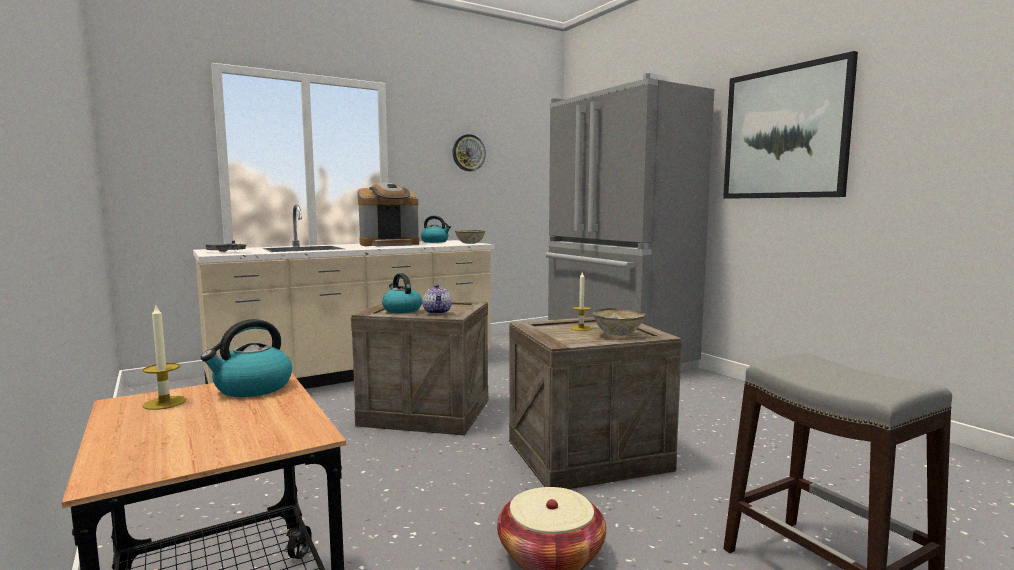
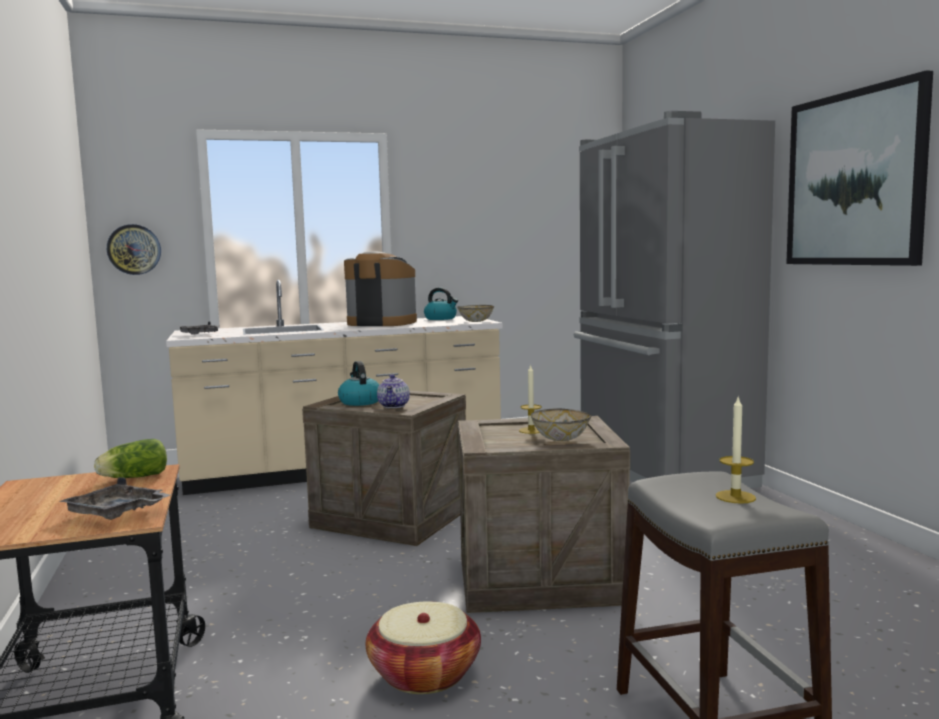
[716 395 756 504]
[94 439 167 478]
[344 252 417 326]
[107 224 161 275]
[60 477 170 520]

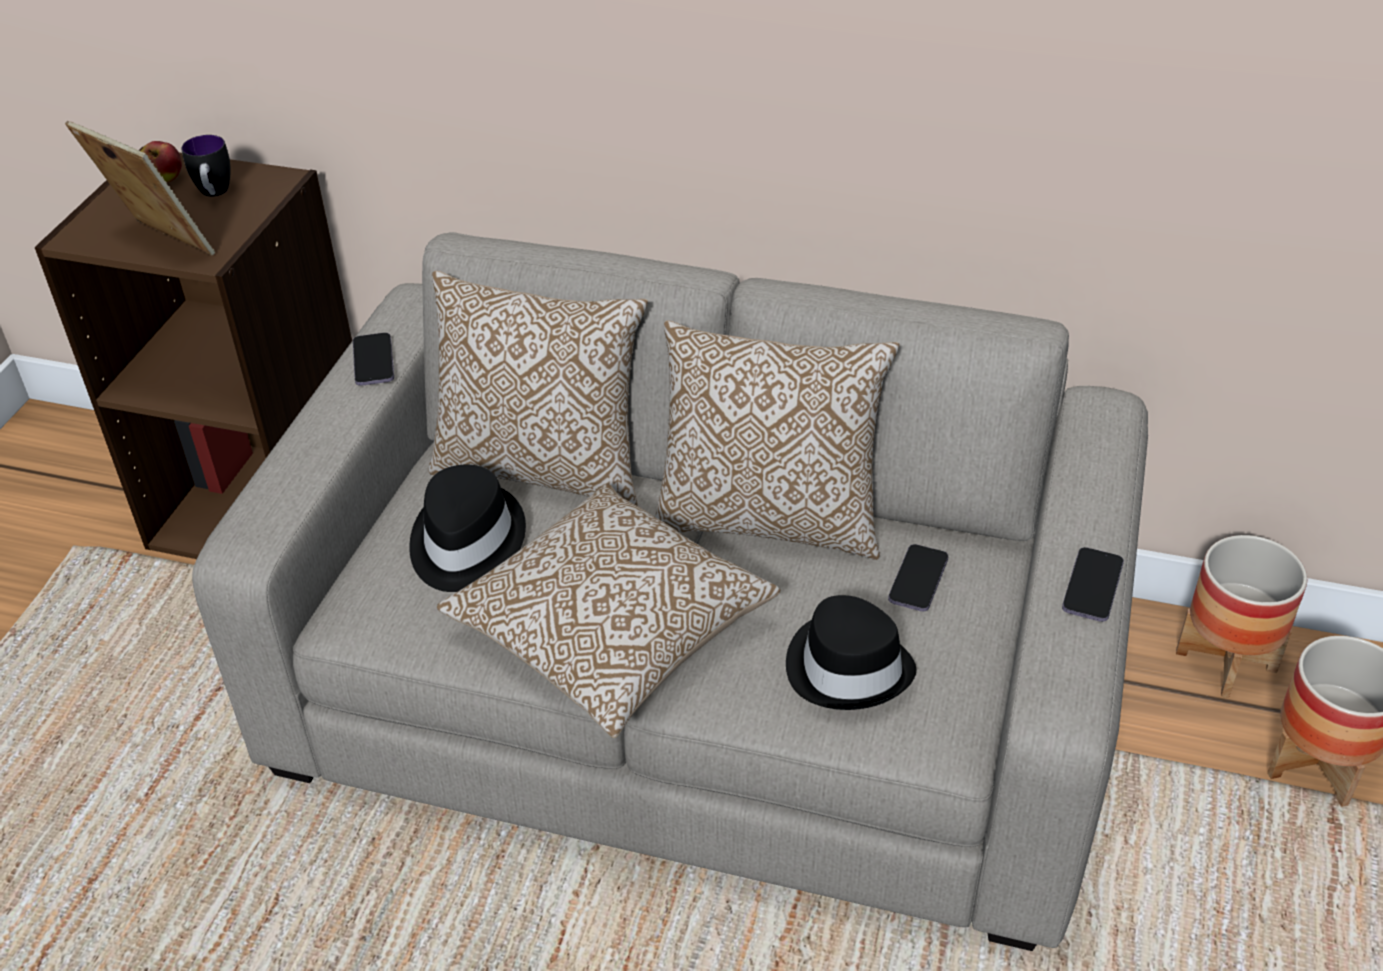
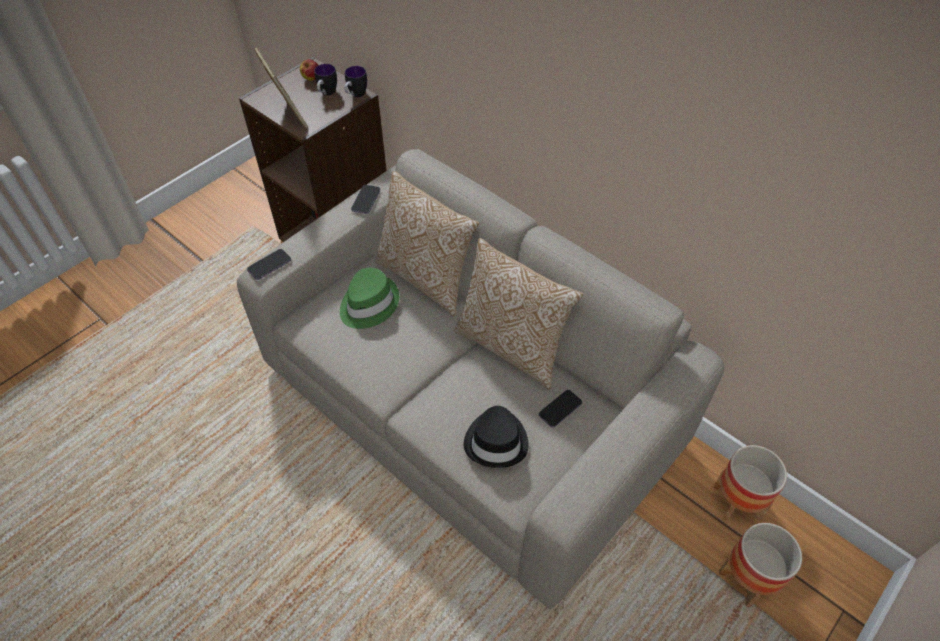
[340 268 399 329]
[437 483 780 738] (first image)
[247 249 291 280]
[344 66 367 97]

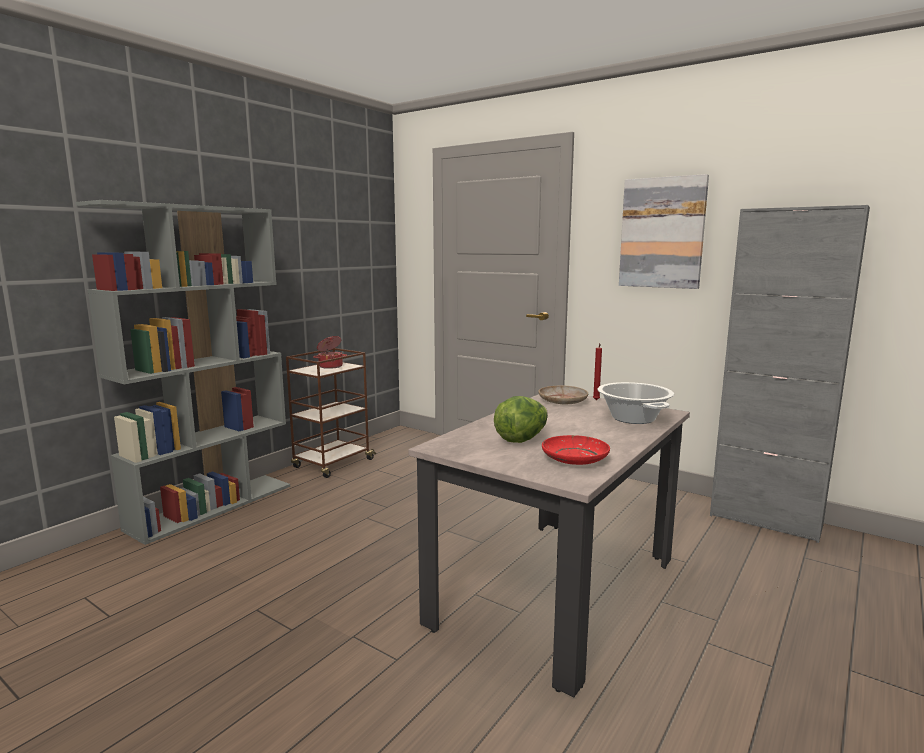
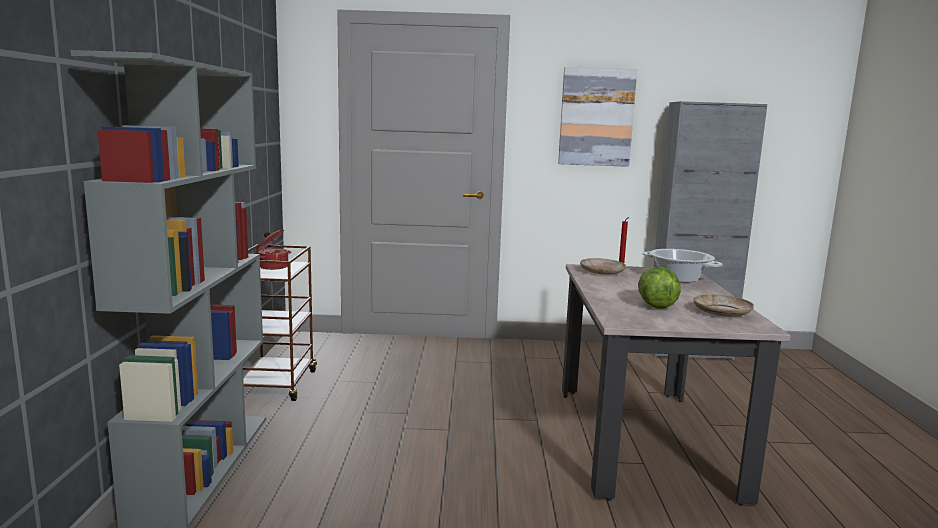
[693 294 754 317]

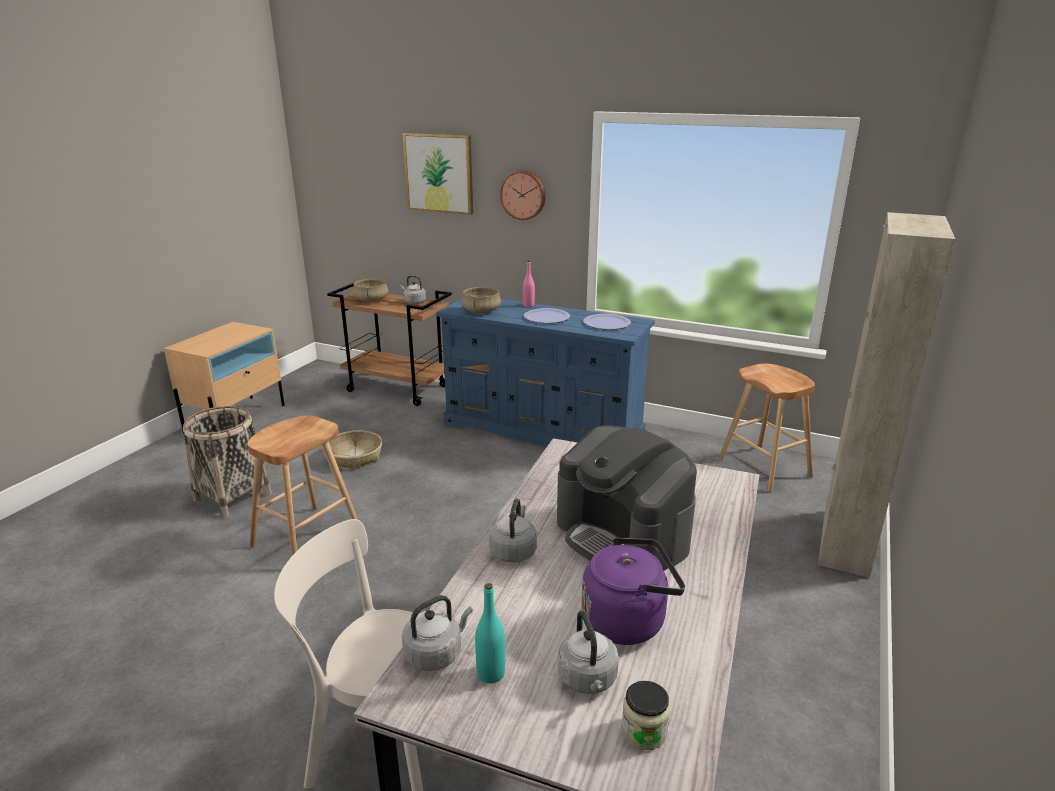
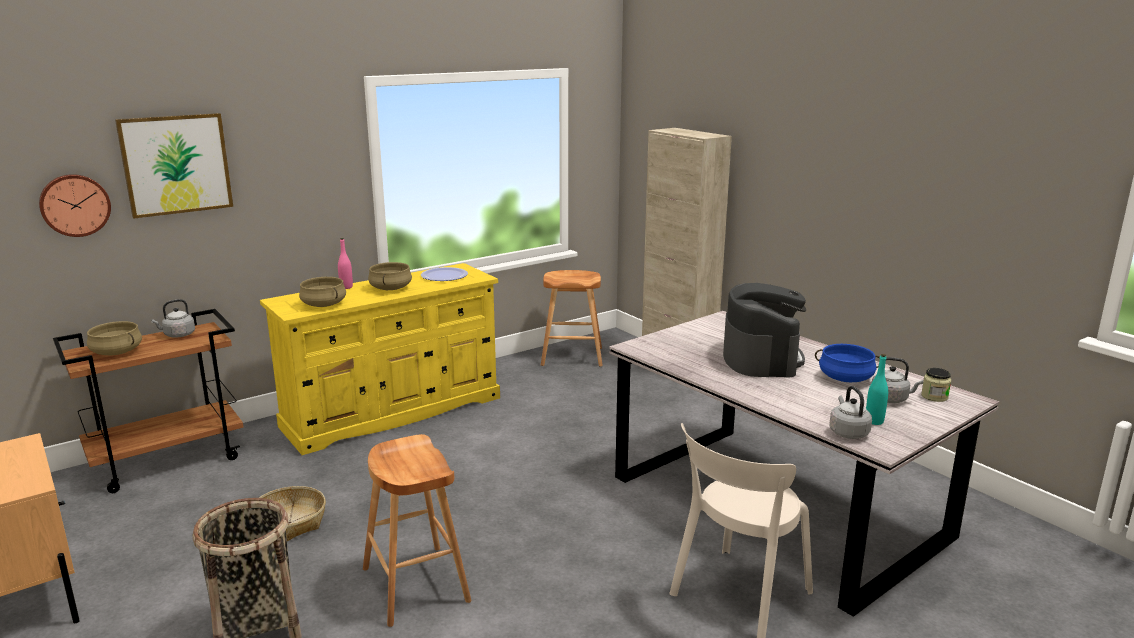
[260 263 500 455]
[489 498 537 563] (first image)
[39 174 111 237]
[368 262 412 290]
[723 283 806 378]
[815 344 880 382]

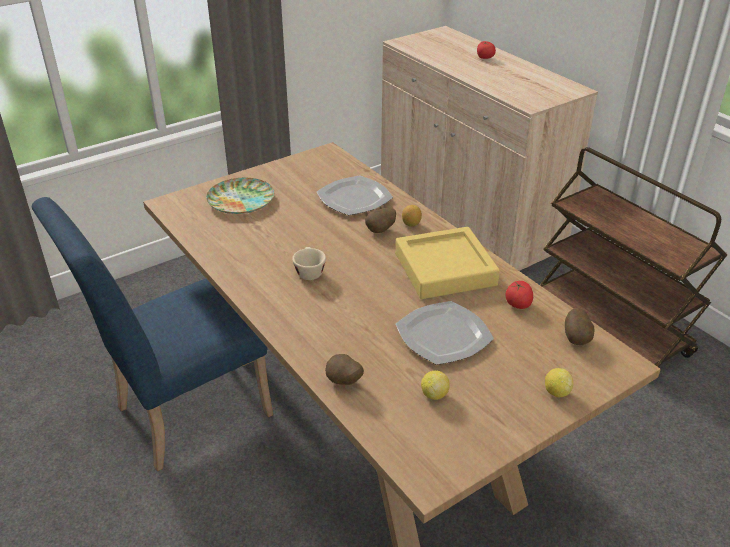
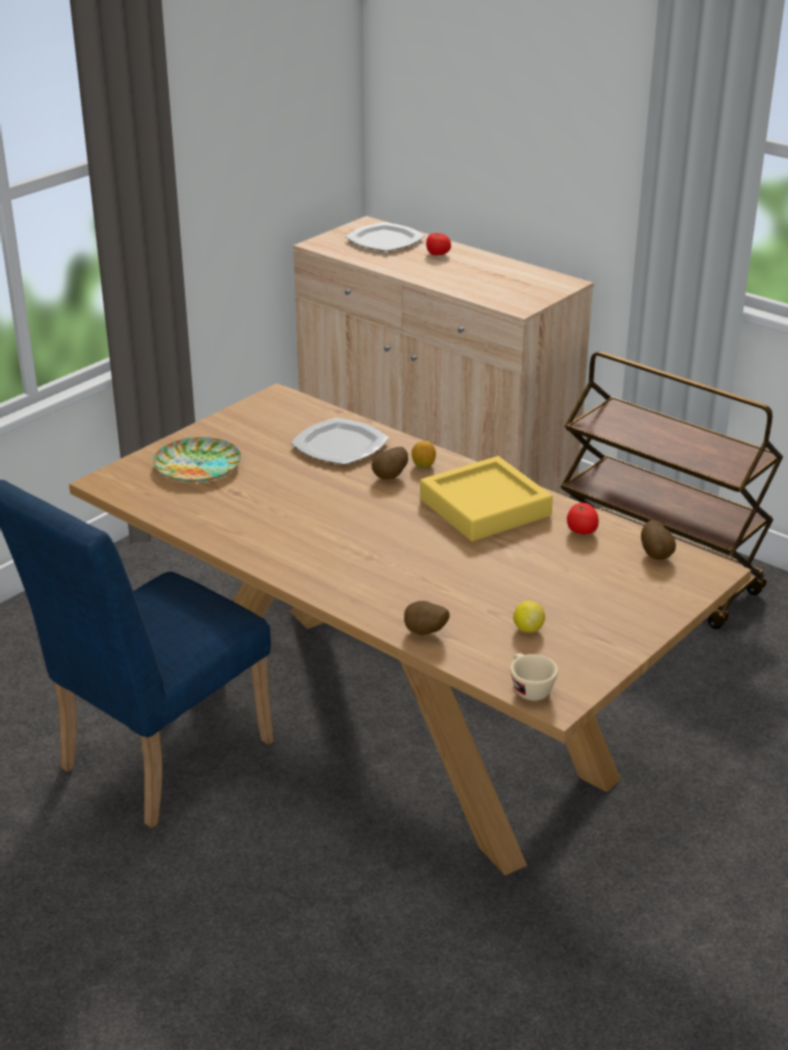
[510 653 558 701]
[345 222 424 251]
[545 368 574 397] (first image)

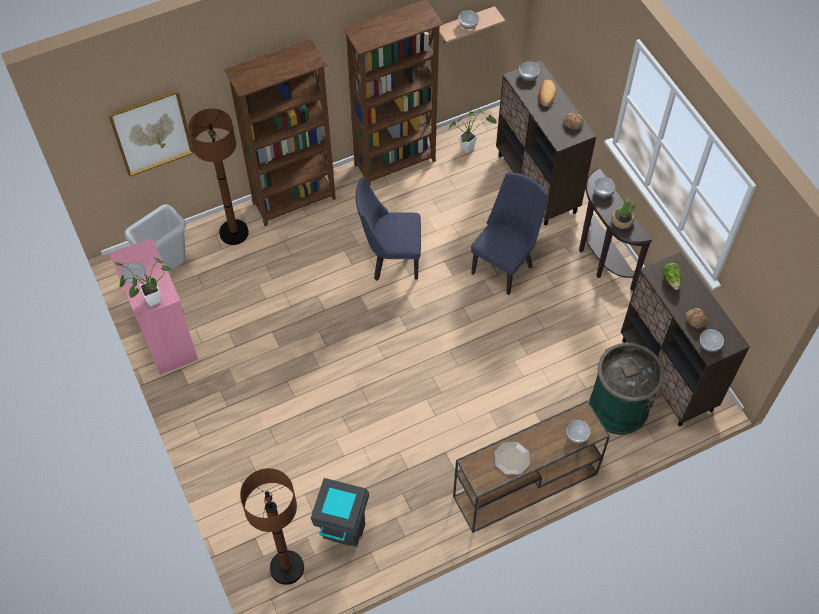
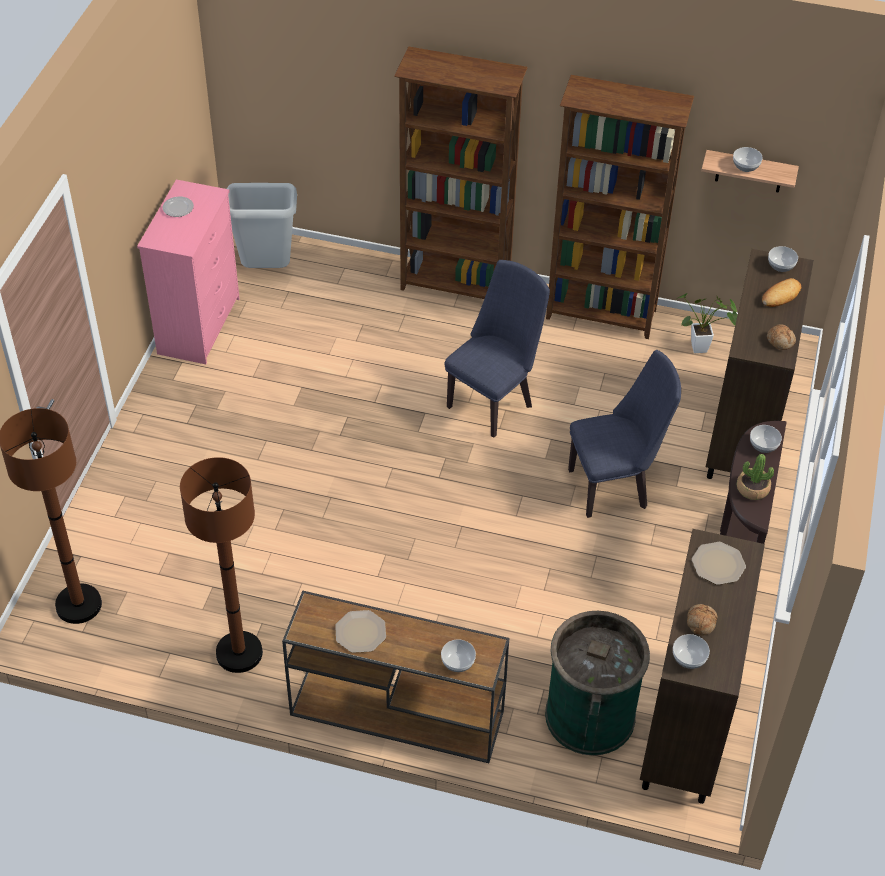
[108 89 194 177] (first image)
[115 258 172 306] (first image)
[180 457 263 673]
[311 478 369 547] (first image)
[445 260 550 438]
[692 542 746 585]

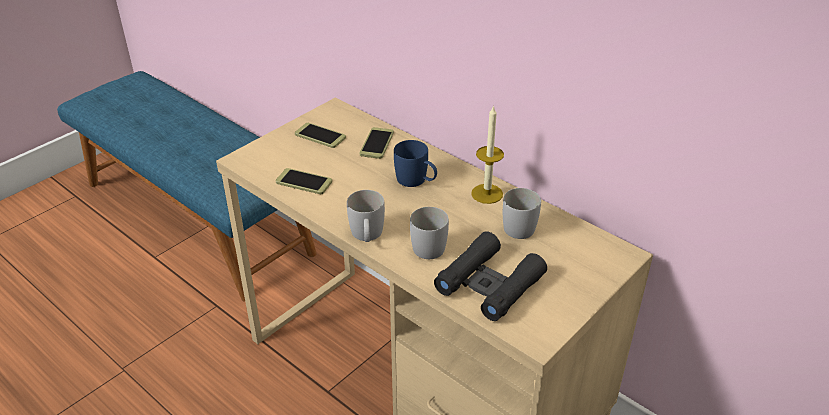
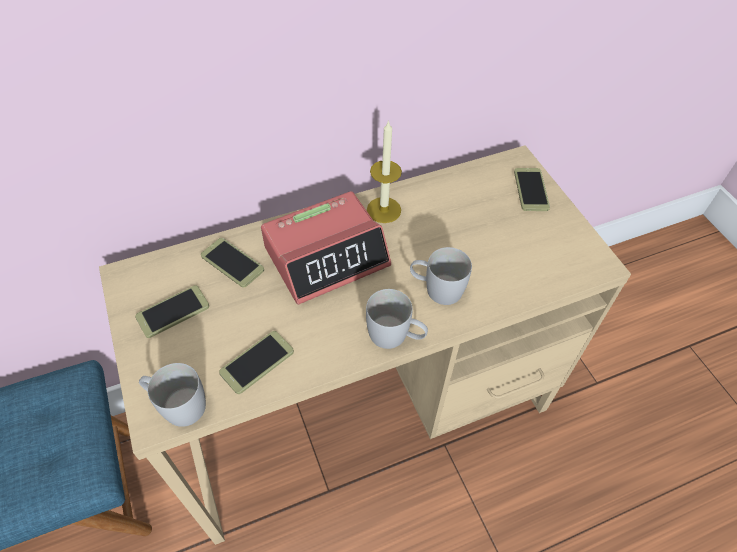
[261 191 391 305]
[434 231 547 321] (first image)
[139 363 206 427]
[514 168 550 211]

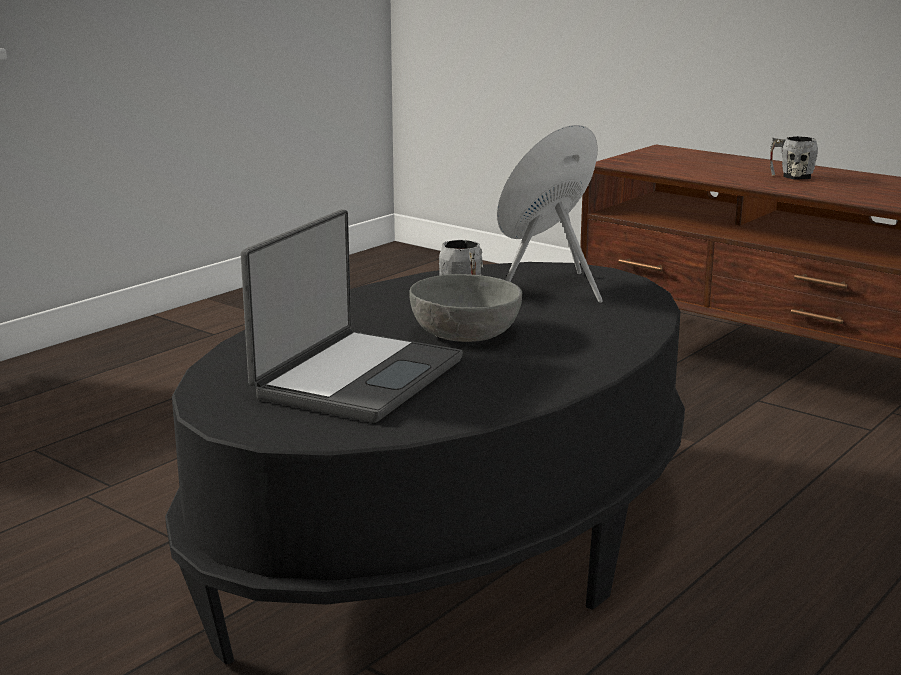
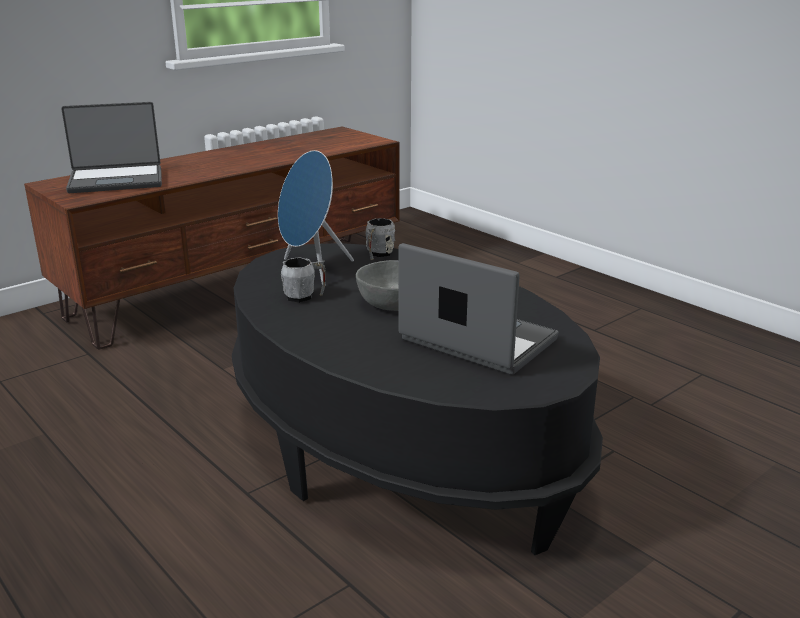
[366 218 395 260]
[61 102 162 193]

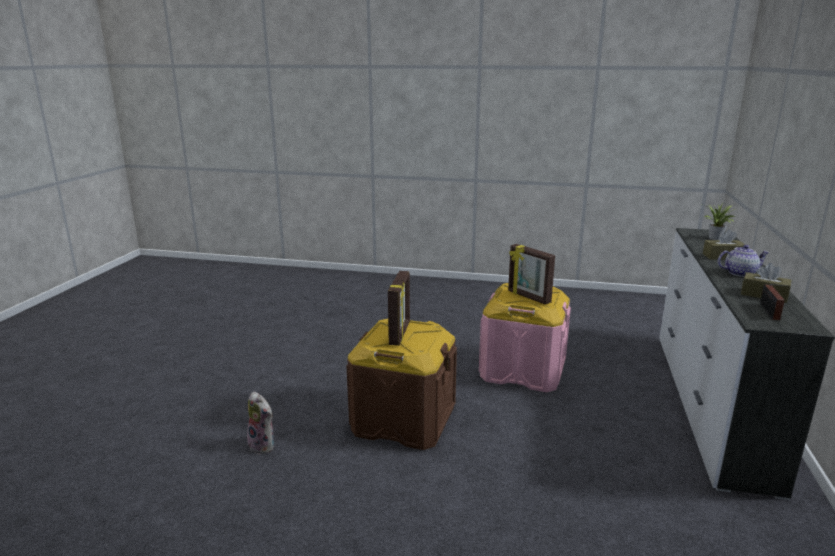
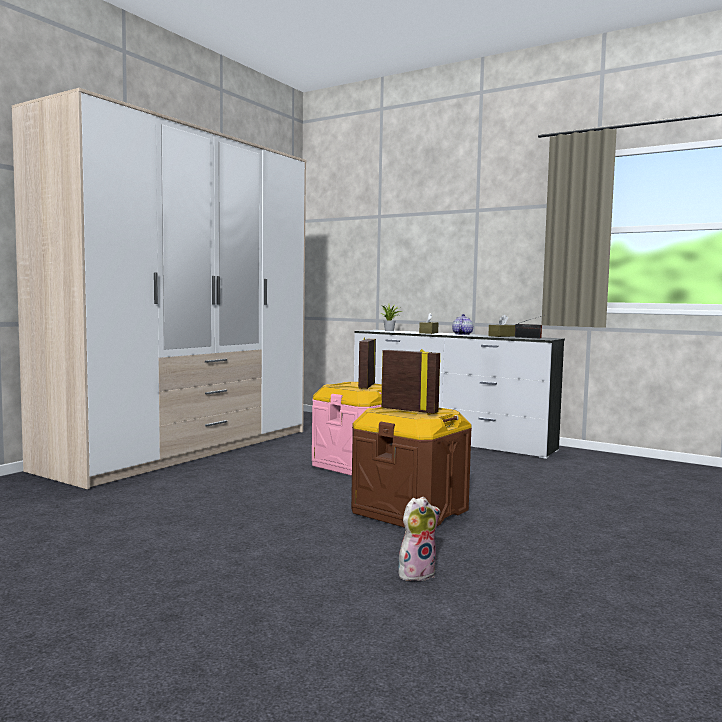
[358 337 376 389]
[12 88 307 489]

